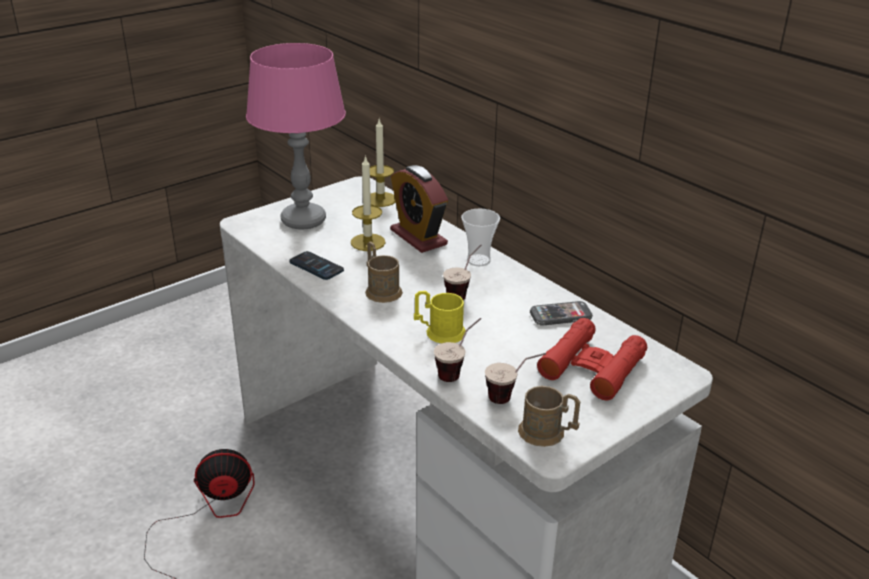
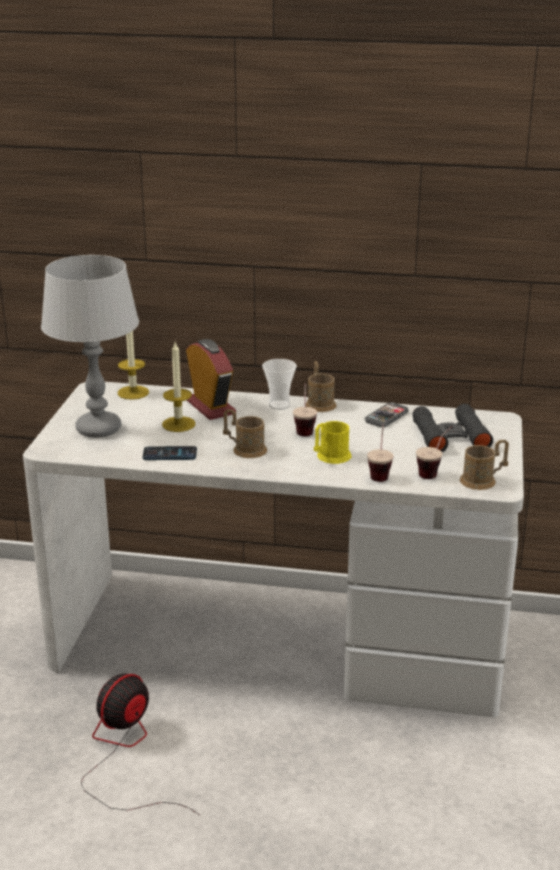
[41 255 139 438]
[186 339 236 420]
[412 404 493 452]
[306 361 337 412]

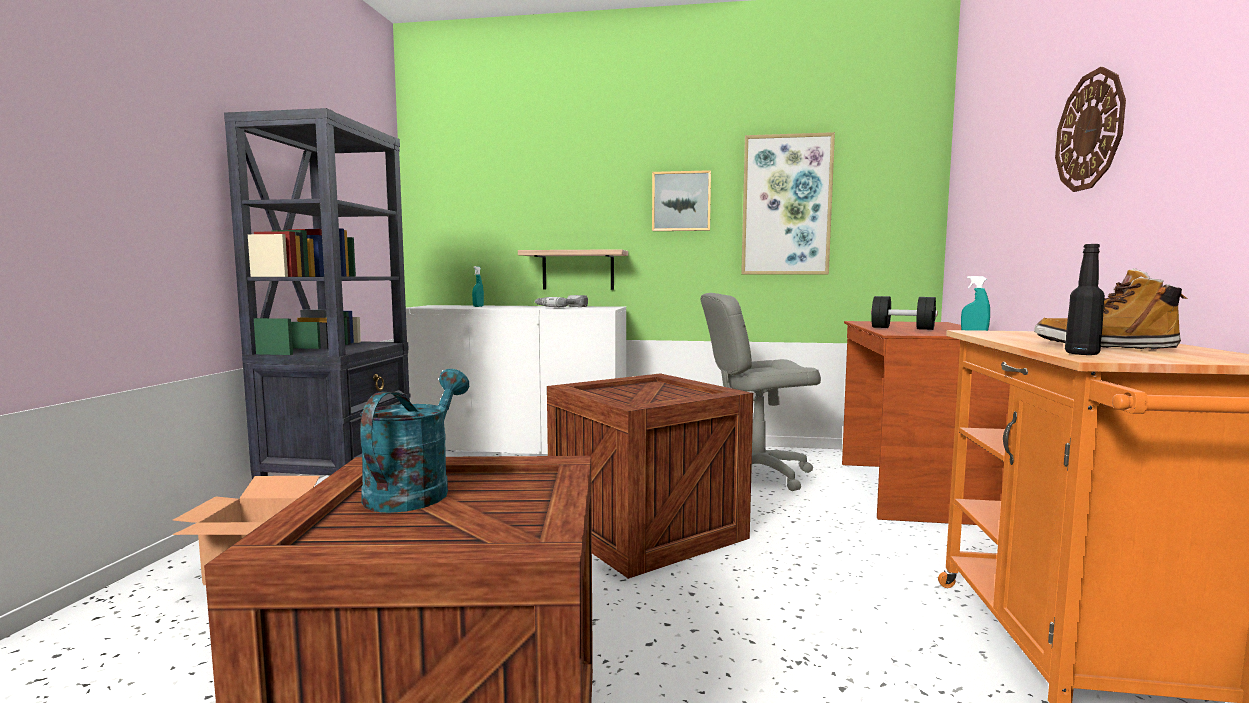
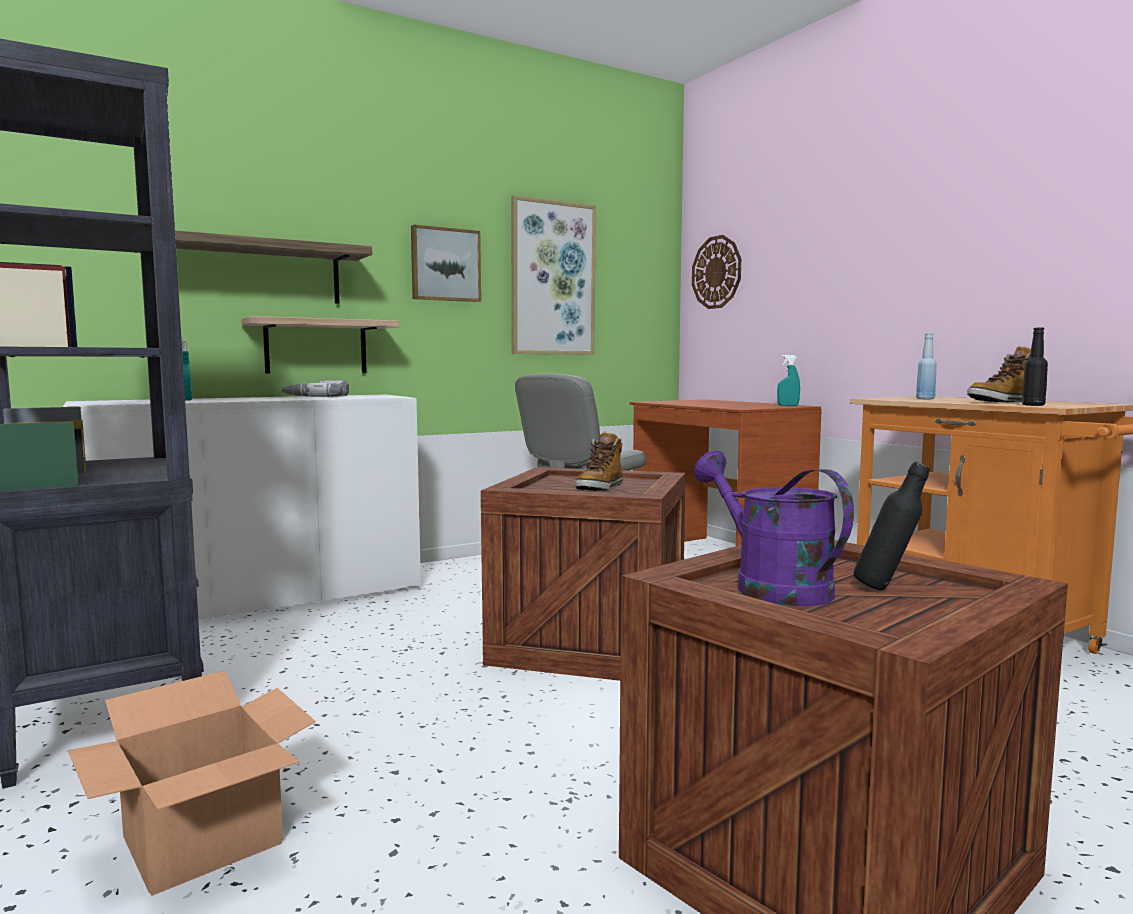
[694 451 854 606]
[871 296 938 330] (first image)
[692 235 741 309]
[175 230 372 304]
[575 432 623 491]
[854 461 929 591]
[916 333 937 399]

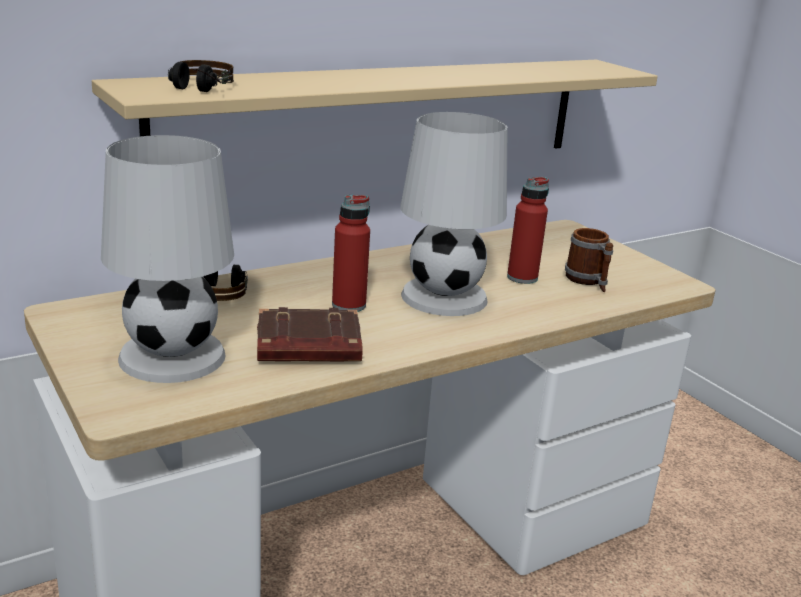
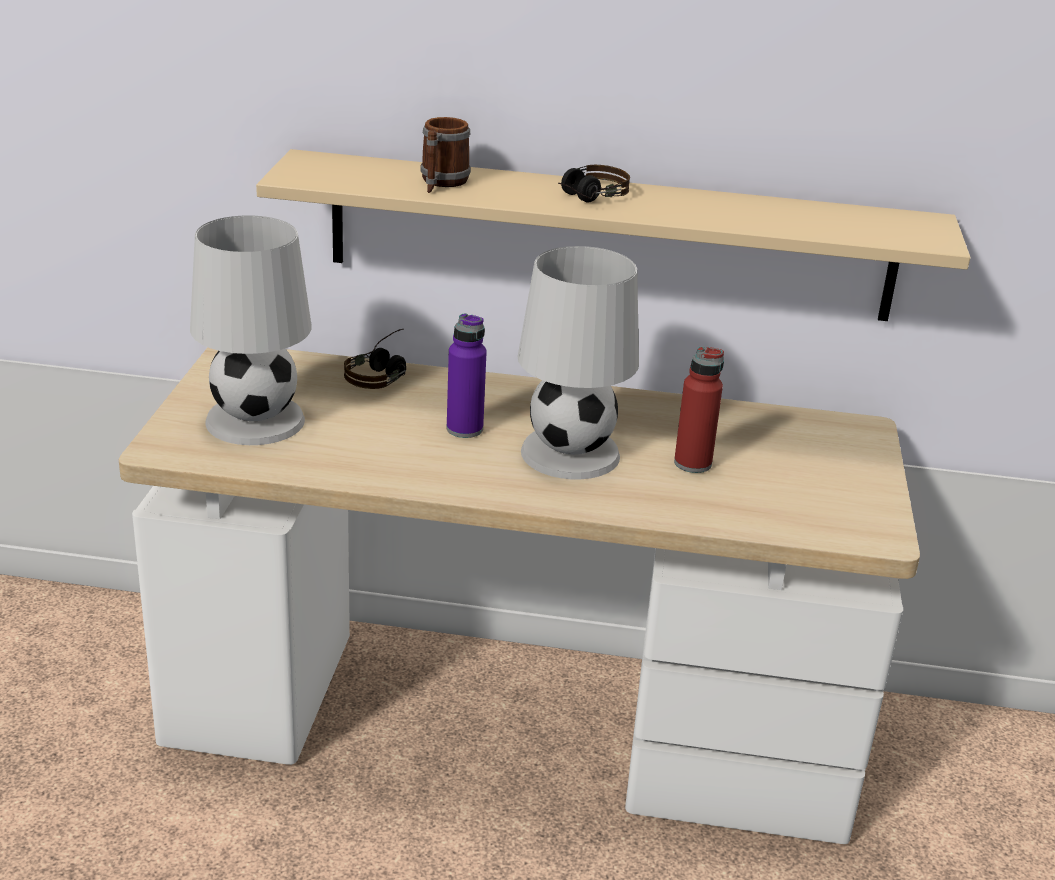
[558 165 630 203]
[257 307 363 361] (first image)
[447 313 487 438]
[420 117 471 193]

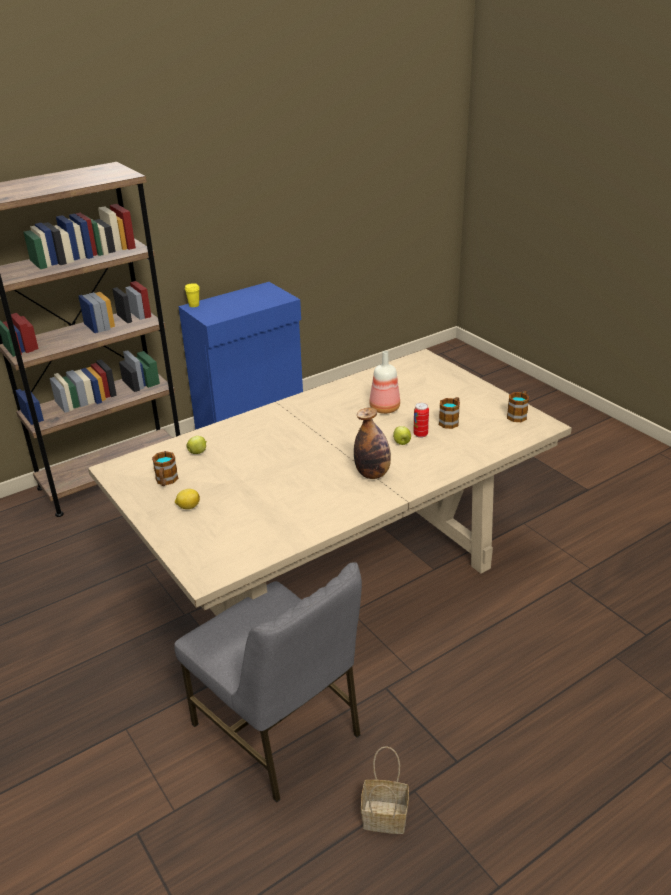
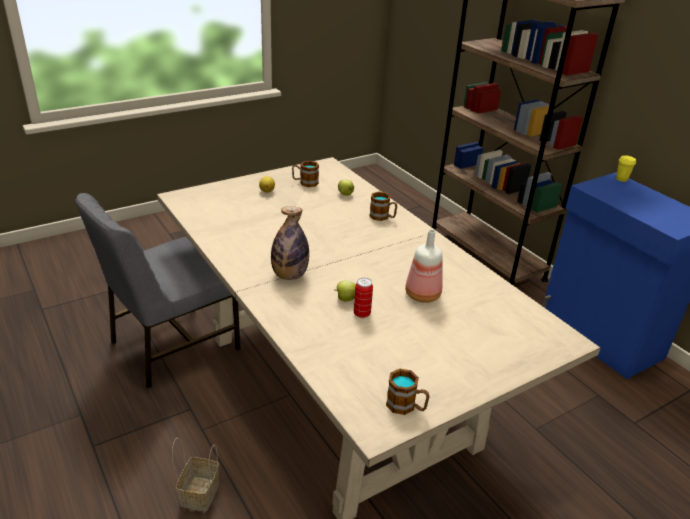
[172 438 219 512]
[369 192 397 221]

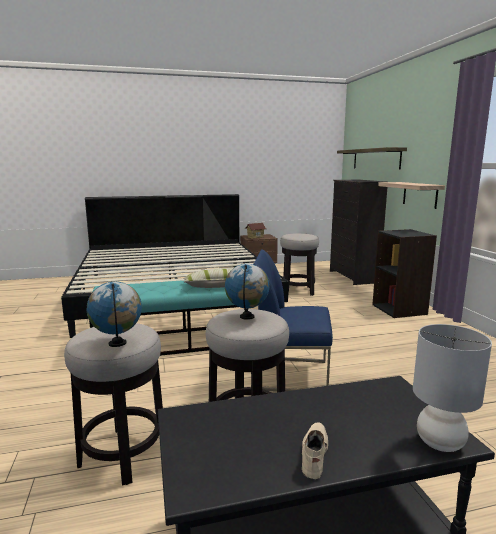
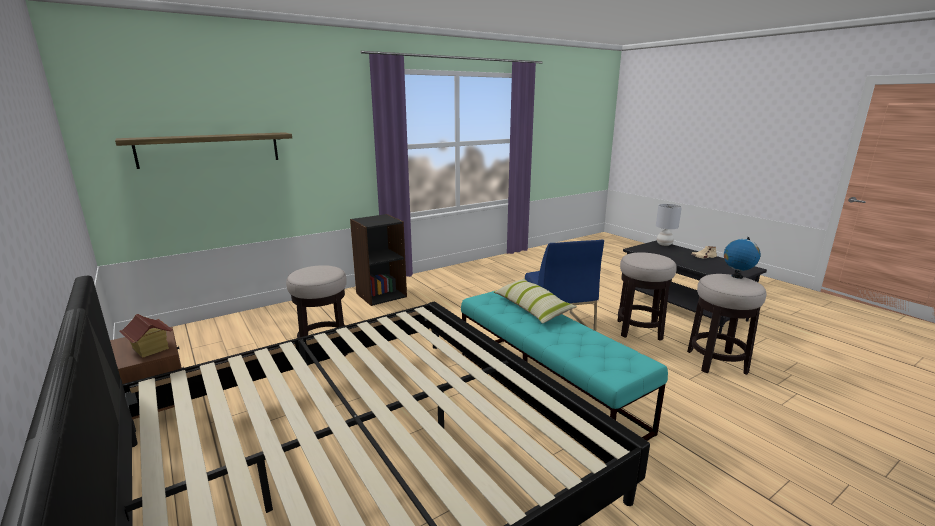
[225 264 270 320] (first image)
[330 180 387 285] (first image)
[378 182 445 209] (first image)

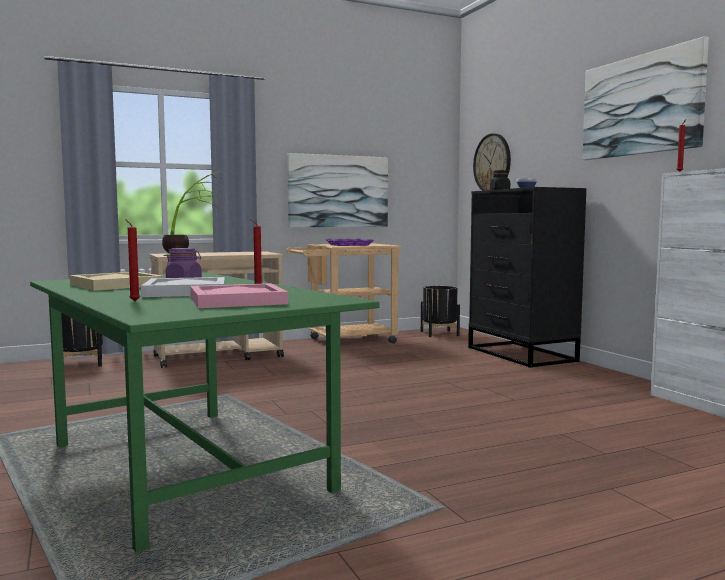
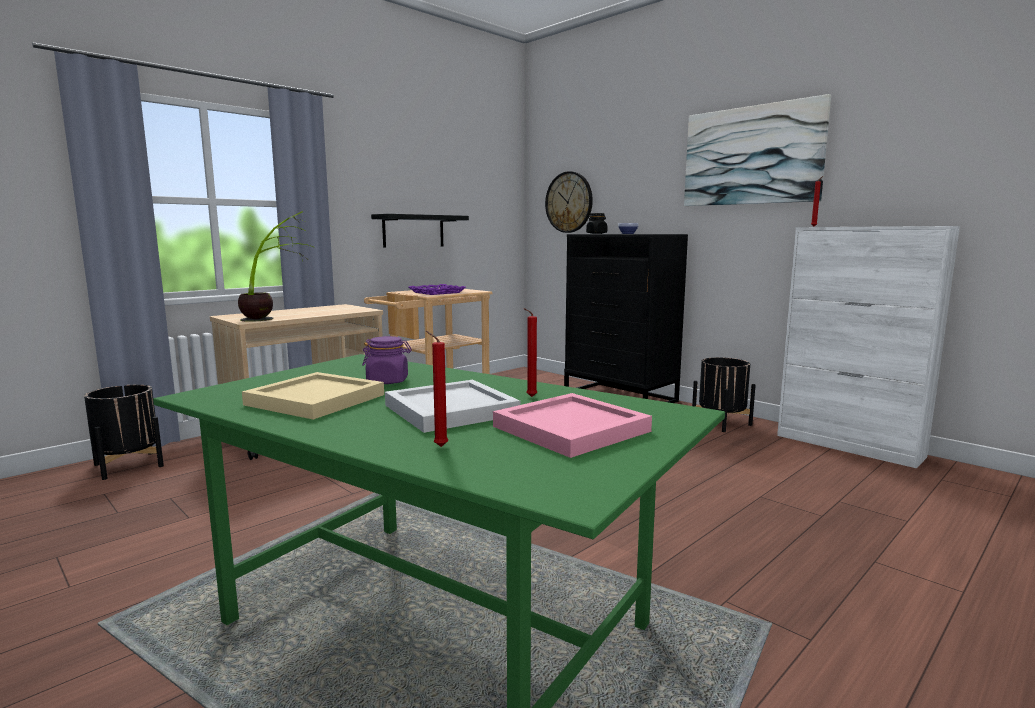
[371 214 469 248]
[692 357 756 432]

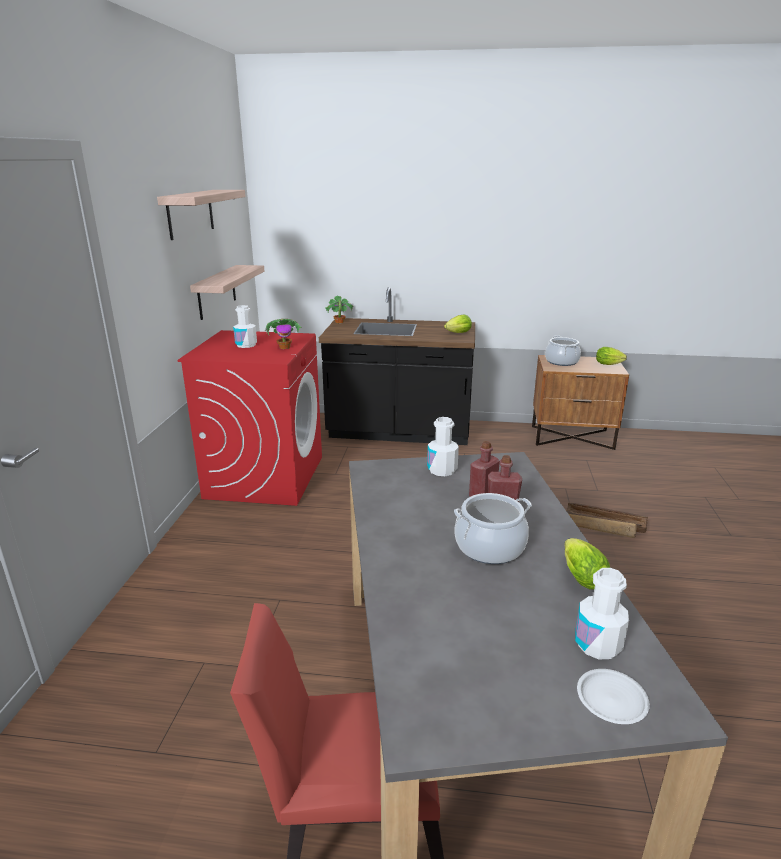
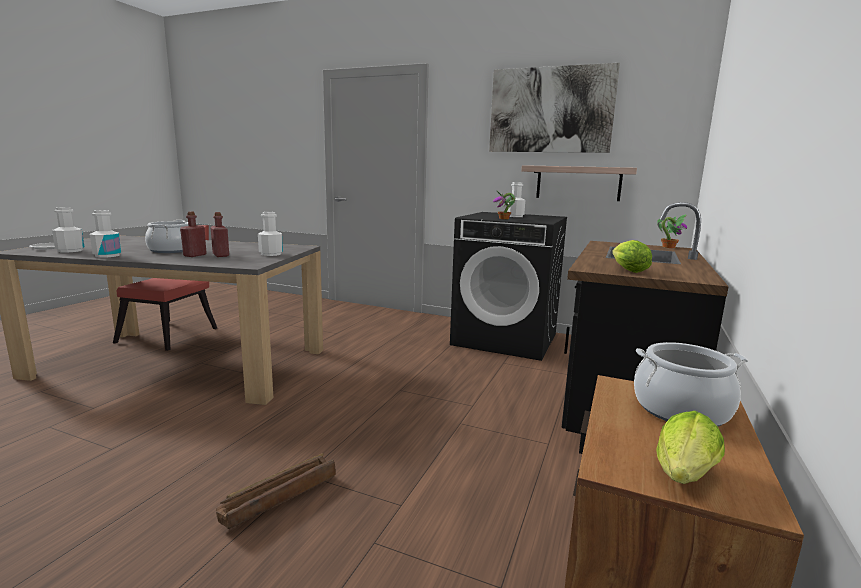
[489 63 620 153]
[450 212 567 361]
[90 210 121 258]

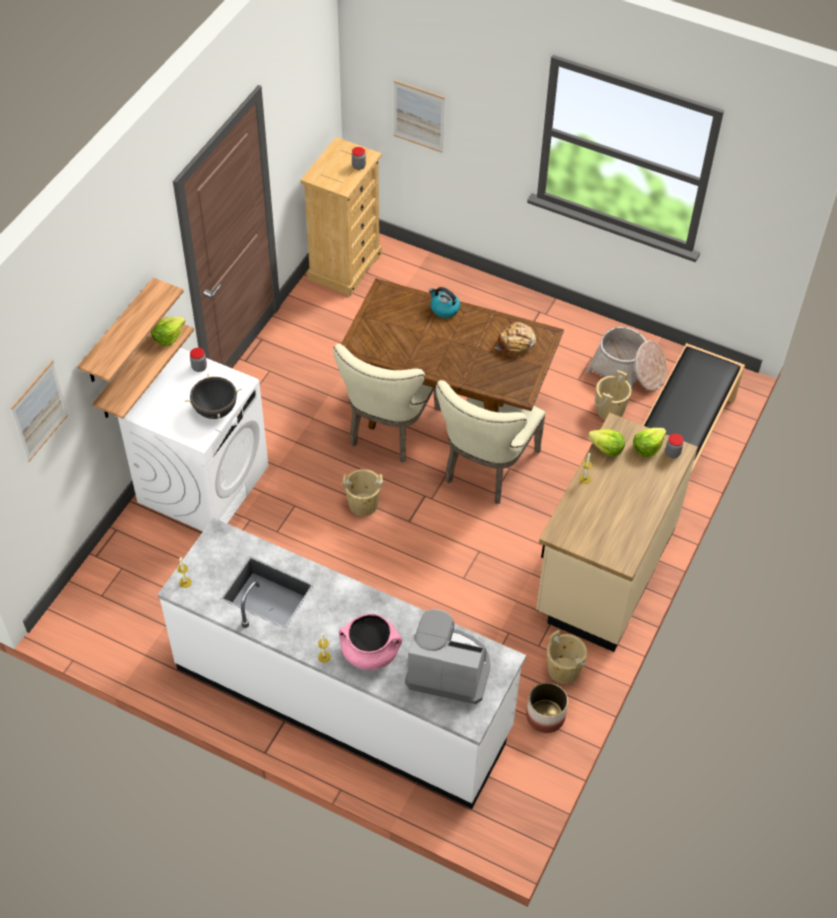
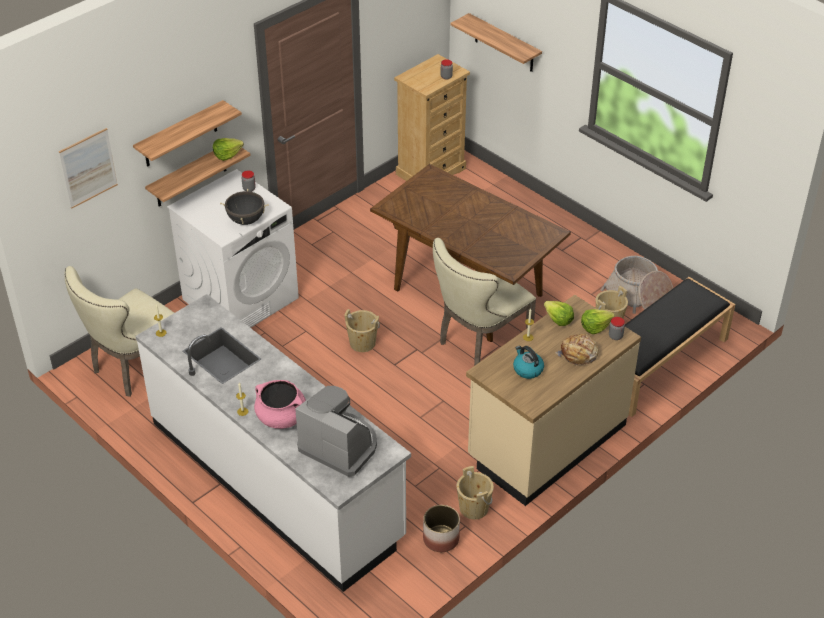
[64 266 174 397]
[451 13 542 72]
[513 346 544 379]
[555 334 598 366]

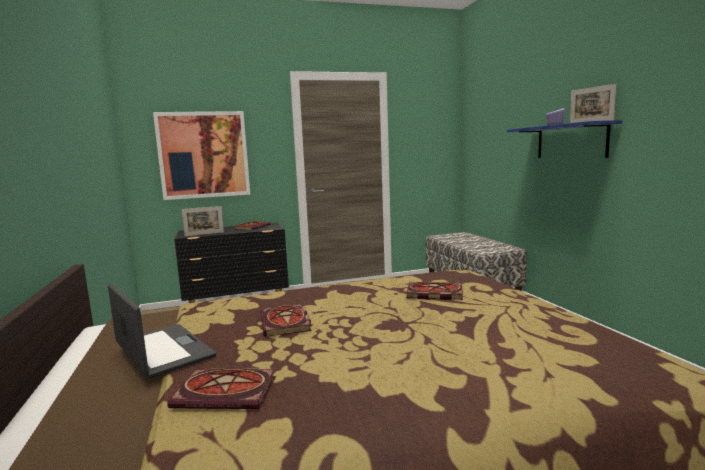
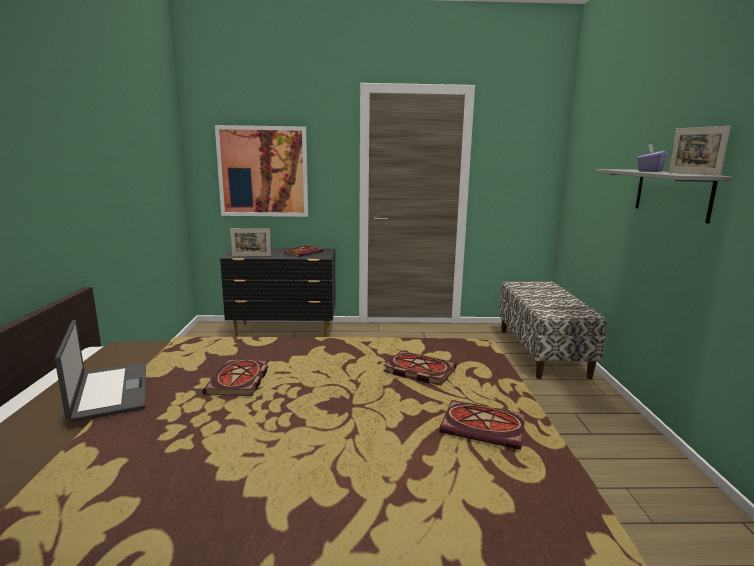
[439 400 526 450]
[596 169 732 224]

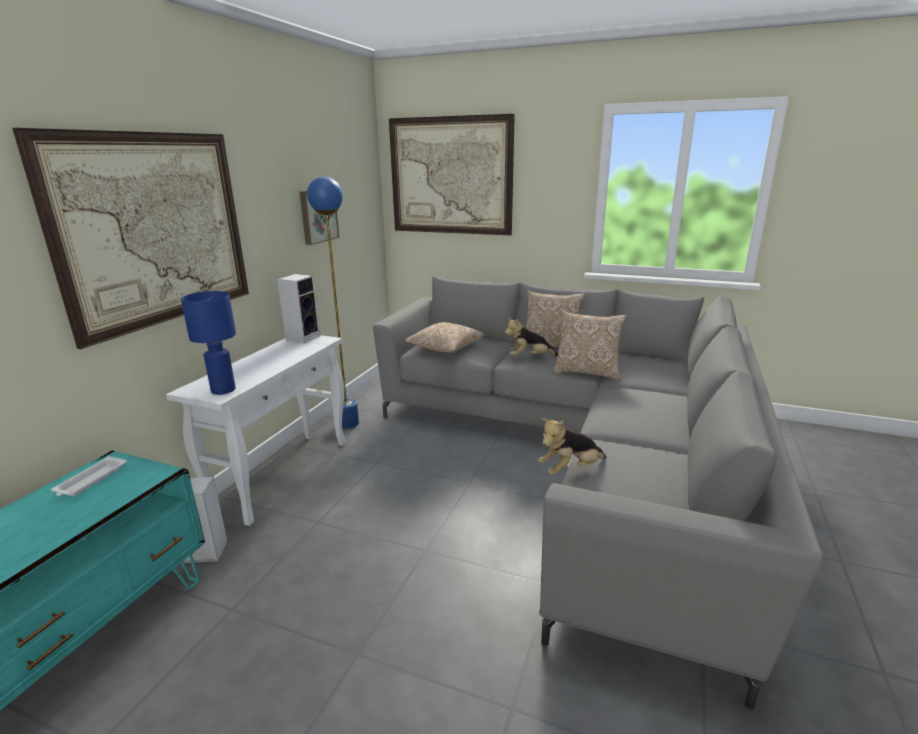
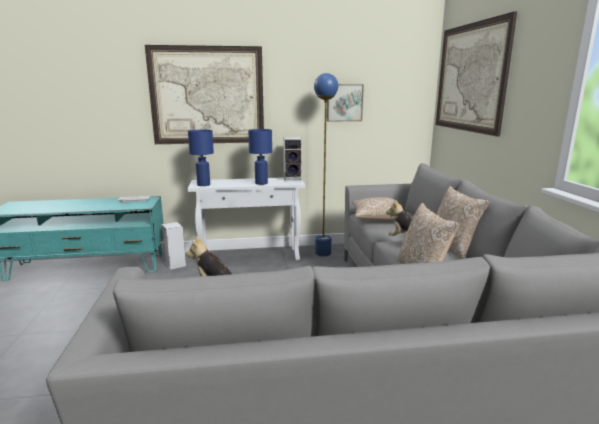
[248 129 272 185]

